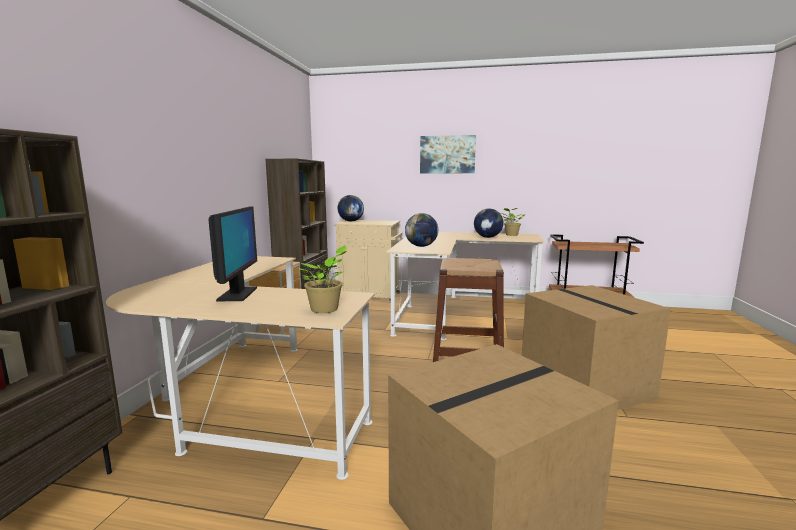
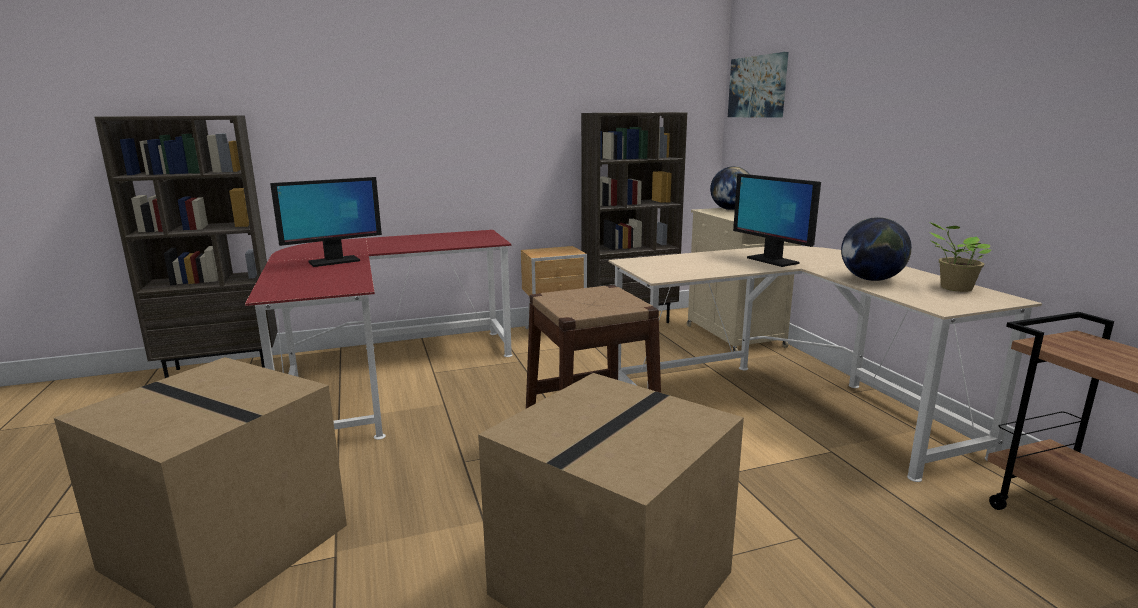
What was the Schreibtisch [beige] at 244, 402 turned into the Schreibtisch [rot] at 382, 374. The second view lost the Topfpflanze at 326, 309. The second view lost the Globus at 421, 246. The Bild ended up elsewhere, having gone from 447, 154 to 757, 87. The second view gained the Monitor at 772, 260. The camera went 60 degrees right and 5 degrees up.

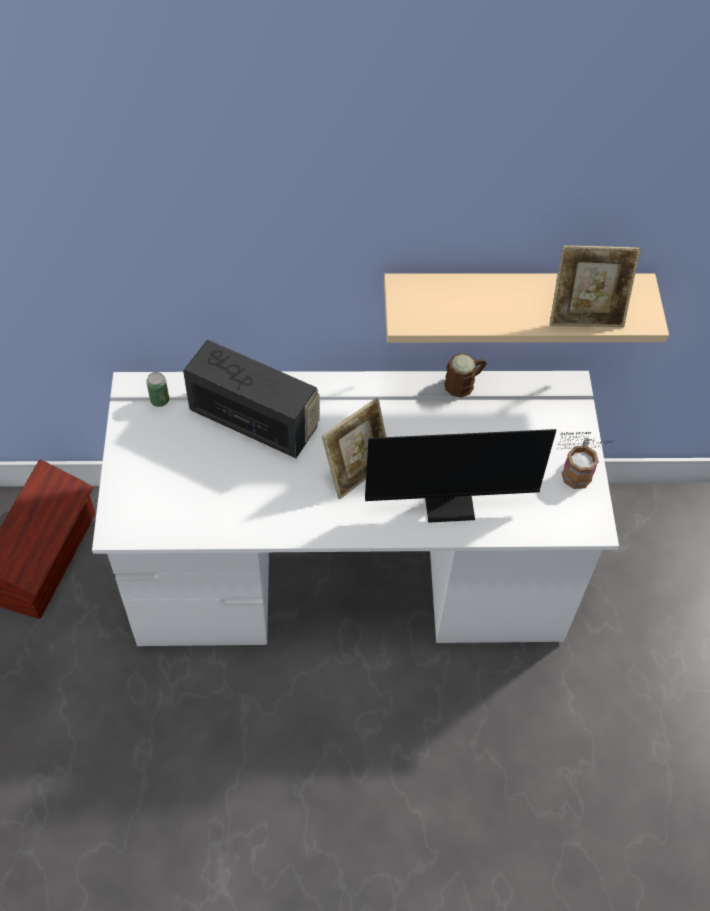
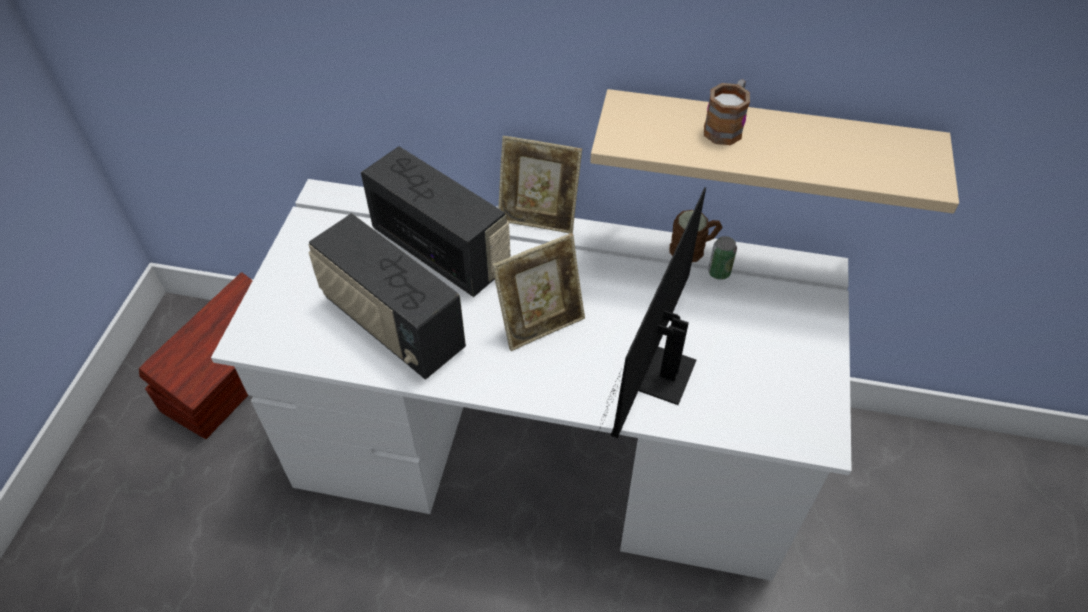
The Dose ended up elsewhere, having gone from 159, 400 to 719, 272. The Monitor at 458, 502 ended up facing another way, 105 degrees clockwise from before. The Bilderrahmen ended up elsewhere, having gone from 585, 315 to 538, 217. The Henkelbecher ended up elsewhere, having gone from 577, 471 to 726, 127. The second view gained the Radio at 392, 325. The camera went 15 degrees right and 5 degrees down.

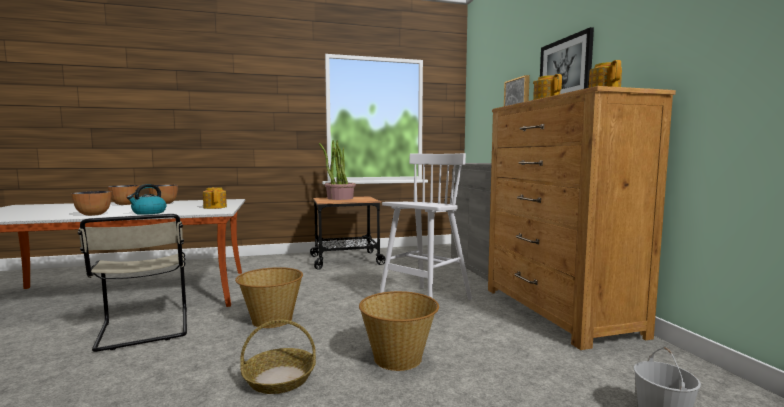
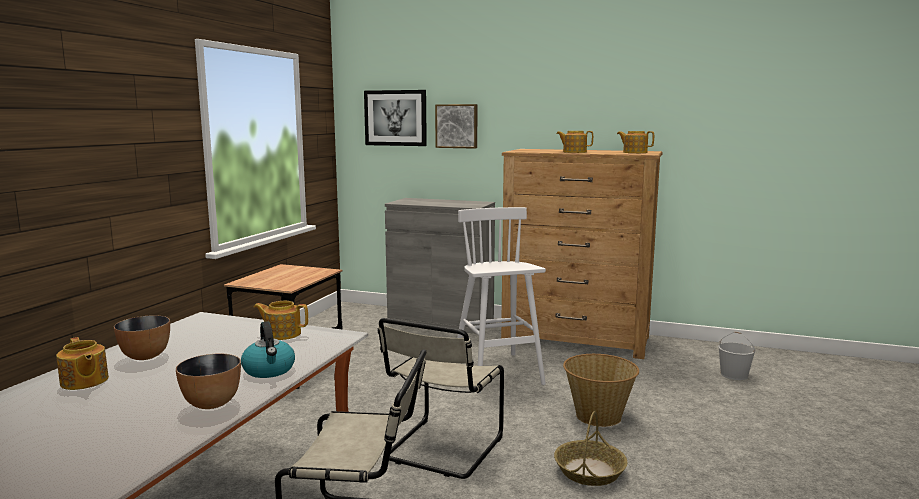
Where the Schüssel stood at 125, 204, the Teekanne came to stand at 84, 381. Where the Korb stood at 271, 320, the Stuhl [beige] came to stand at 441, 450. The second view lost the Topfpflanze at 339, 198. The Bild ended up elsewhere, having gone from 565, 69 to 395, 118. The camera went 55 degrees left and 5 degrees up.

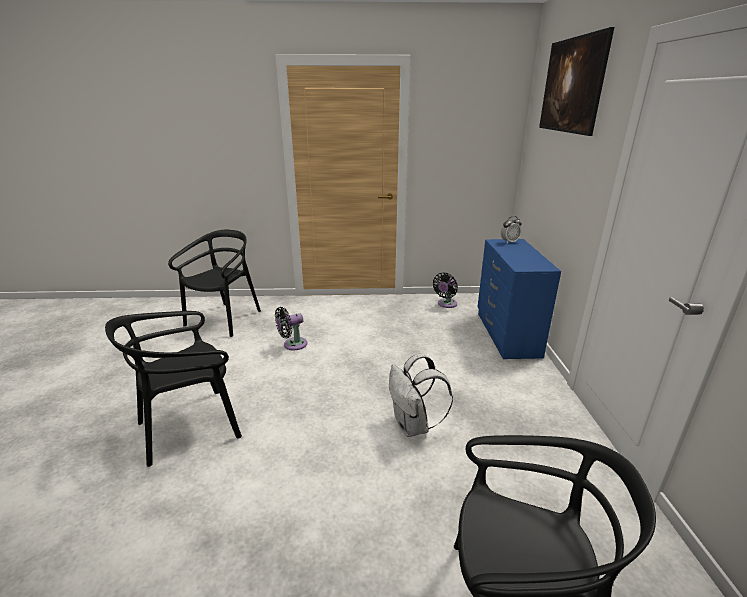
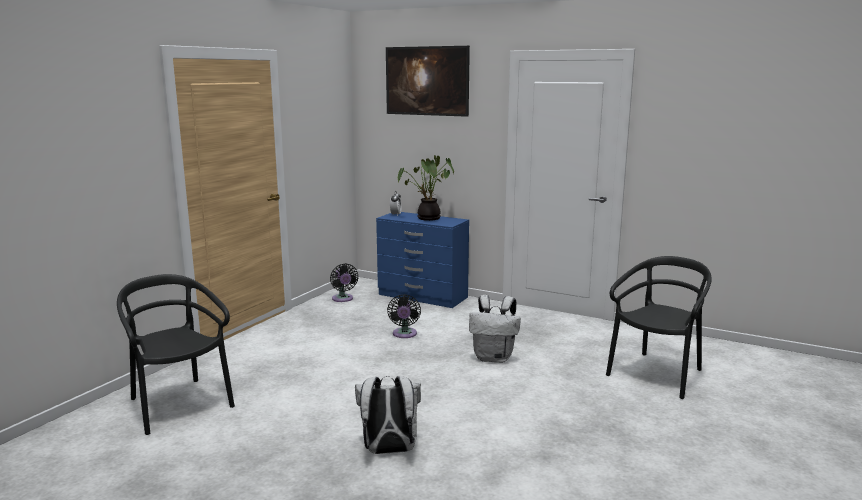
Where the Stuhl [schwarz] stood at 190, 427, the Rucksack [weiß] came to stand at 389, 451. The Ventilator [schwarz] ended up elsewhere, having gone from 292, 345 to 404, 334. The second view gained the Topfpflanze at 427, 218. The camera went 60 degrees left and 10 degrees down.

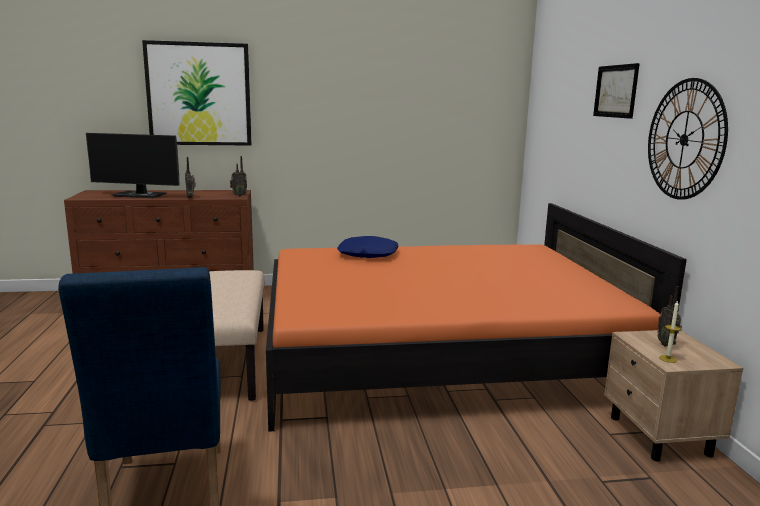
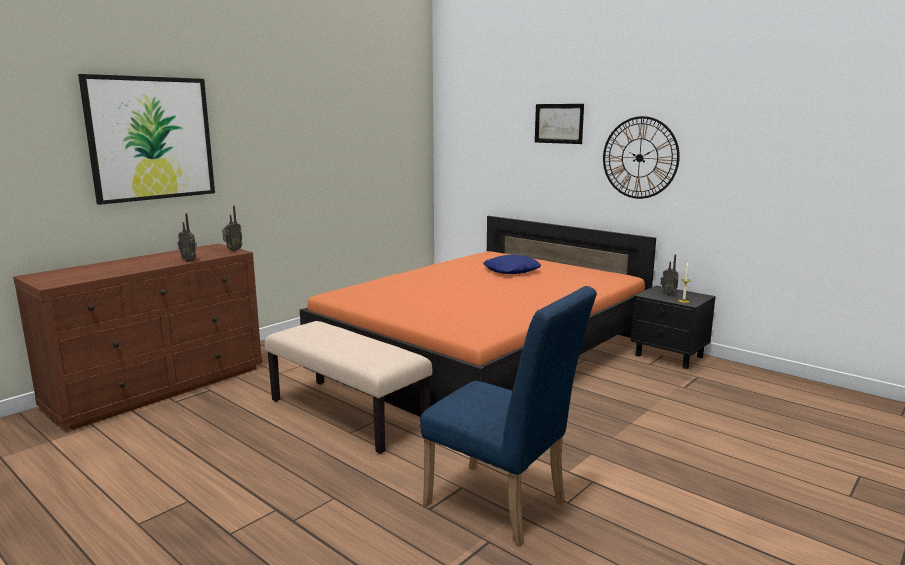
The second view lost the Monitor at 141, 195. The Kissen [blau] ended up elsewhere, having gone from 367, 254 to 512, 271. What was the Nachttisch [beige] at 659, 436 turned into the Nachttisch [schwarz] at 669, 356. The camera went 40 degrees left and 0 degrees up.

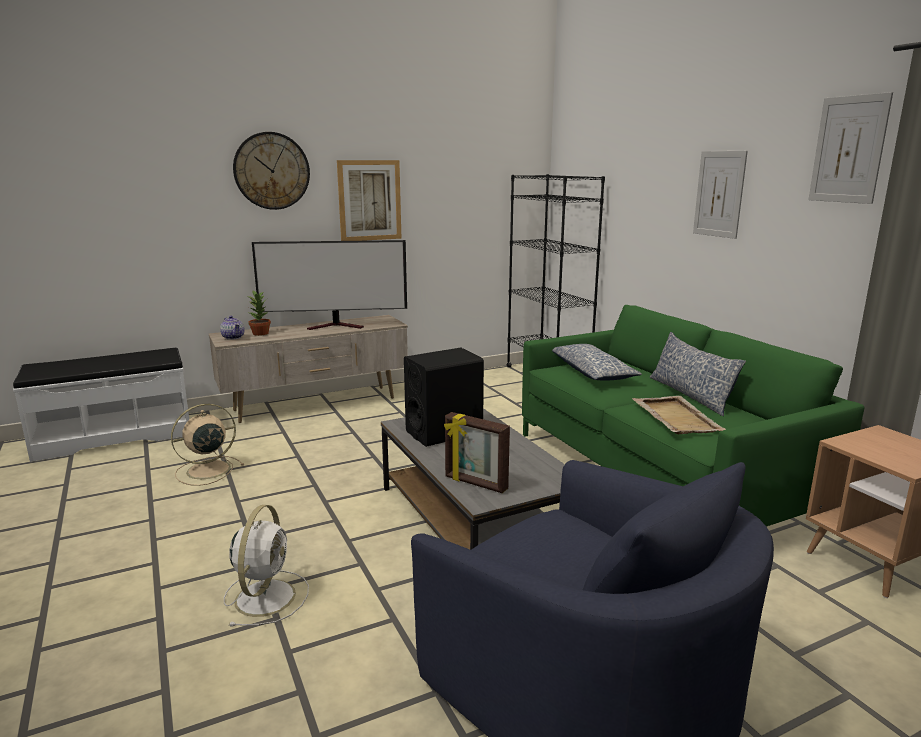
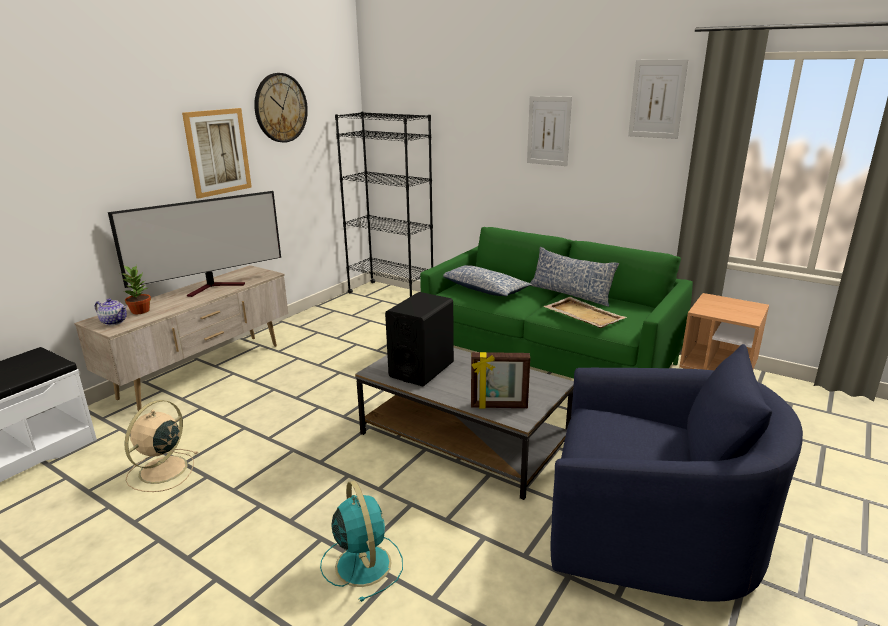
What was the Ventilator [weiß] at 266, 596 turned into the Ventilator [türkis] at 362, 563. The Wanduhr ended up elsewhere, having gone from 271, 171 to 280, 108. The camera went 30 degrees left and 5 degrees up.

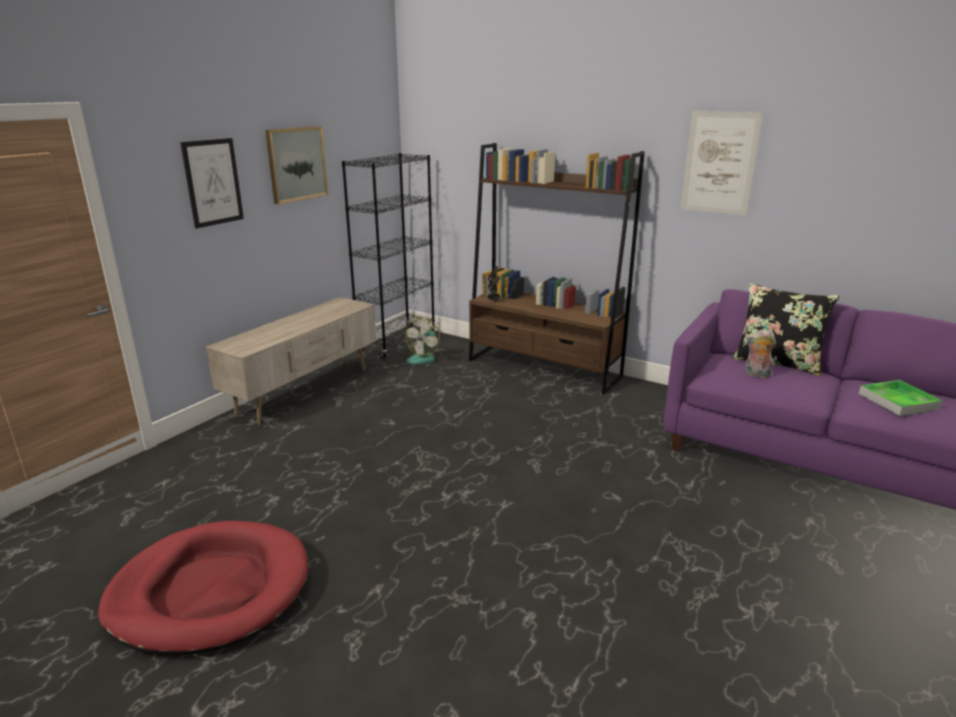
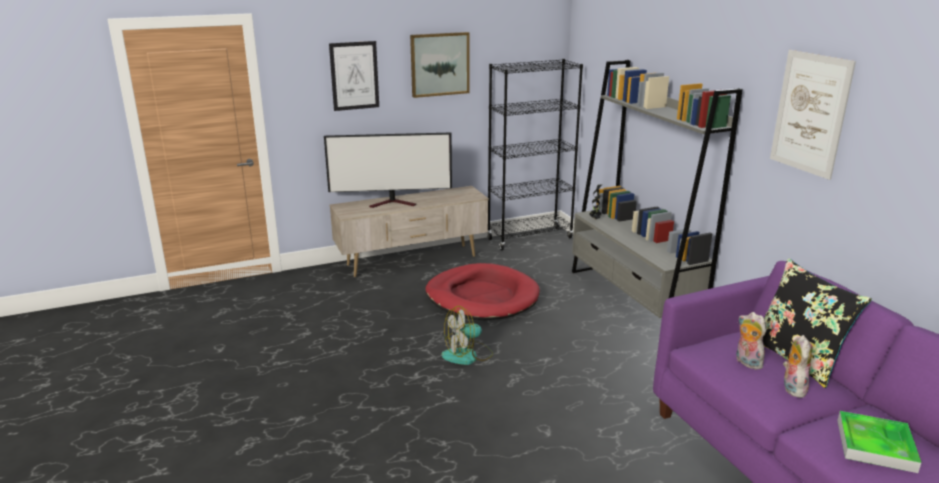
The Hundebett [rot] ended up elsewhere, having gone from 210, 591 to 482, 297. The Ventilator ended up elsewhere, having gone from 425, 358 to 467, 355. What was the Bücherregal [braun] at 544, 368 turned into the Bücherregal [grau] at 633, 299. The second view gained the Fernseher at 394, 203. The second view gained the Plüschtier at 792, 388. The camera went 35 degrees right and 0 degrees up.

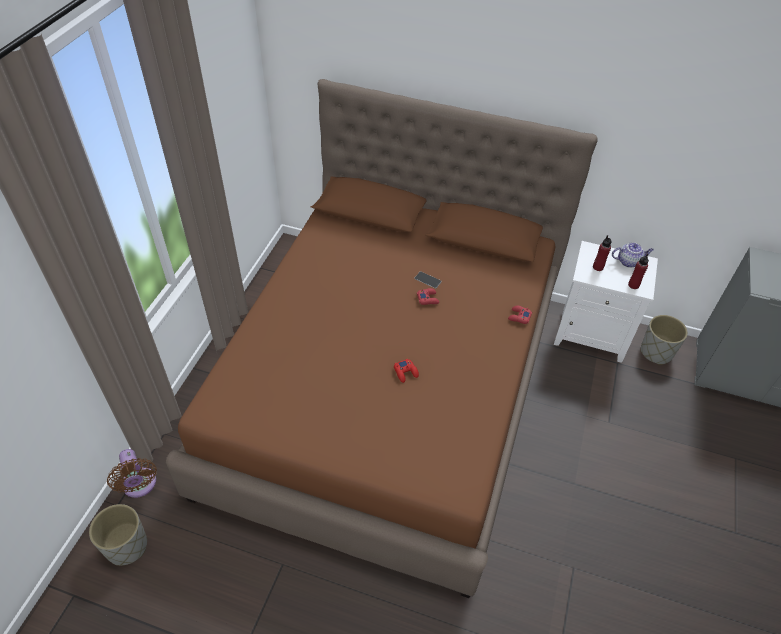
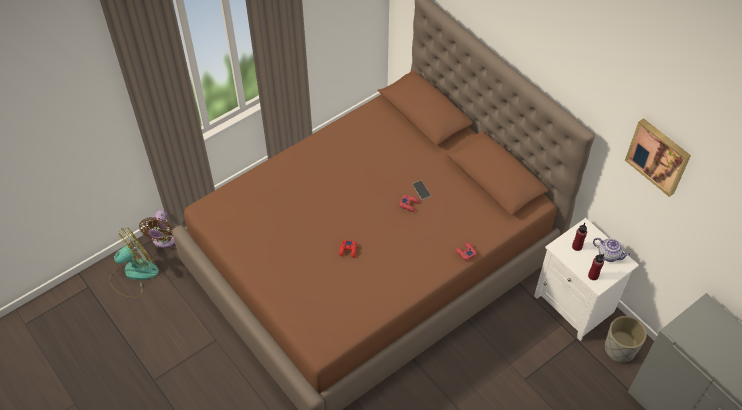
Where the Pflanzkübel [grau] stood at 126, 546, the Ventilator came to stand at 133, 274. The second view gained the Bild at 659, 156. The camera went 35 degrees right and 5 degrees up.

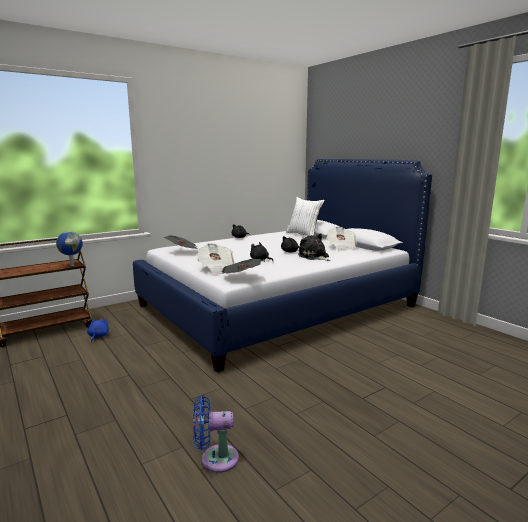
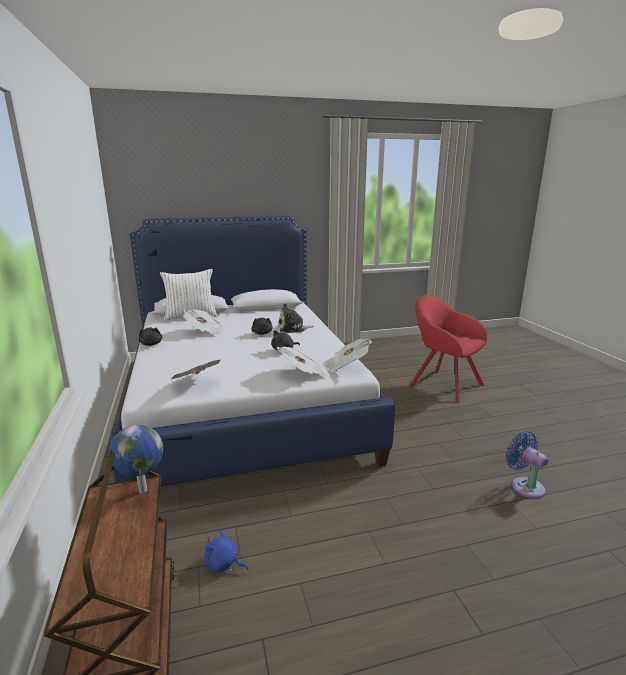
The Ventilator [blau] at 215, 459 ended up facing another way, 135 degrees clockwise from before. The Zeitung ended up elsewhere, having gone from 341, 247 to 204, 331. The second view gained the Sessel [rot] at 443, 383. The camera went 70 degrees left and 5 degrees up.

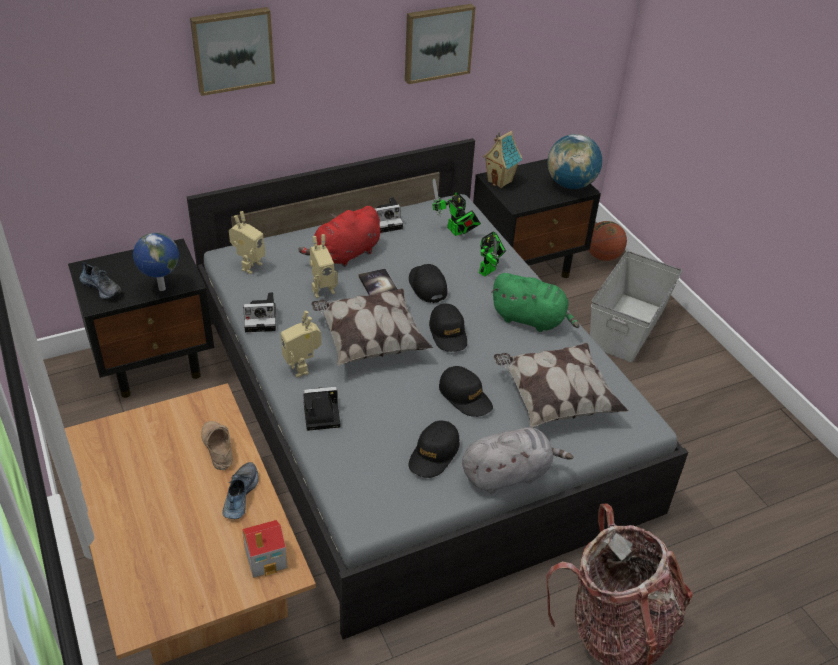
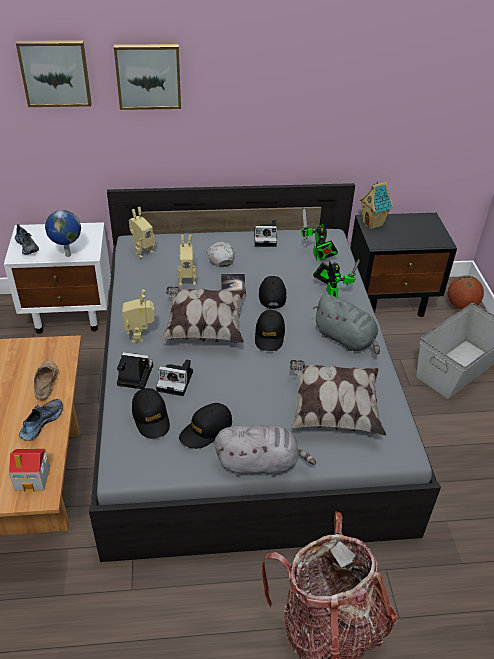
What was the Nachttisch [schwarz] at 155, 363 turned into the Nachttisch [weiß] at 71, 313. The Kamera ended up elsewhere, having gone from 262, 318 to 176, 381. Where the Plüschtier [rot] stood at 345, 255, the Kappe [weiß] came to stand at 220, 258. The Bild ended up elsewhere, having gone from 437, 42 to 55, 73. The Kappe [schwarz] ended up elsewhere, having gone from 465, 397 to 151, 417. The Spielzeugroboter at 489, 269 ended up facing another way, 75 degrees counterclockwise from before. What was the Plüschtier [grün] at 531, 320 turned into the Plüschtier [grau] at 346, 339. The second view lost the Globus at 570, 185. The camera went 20 degrees right and 0 degrees up.

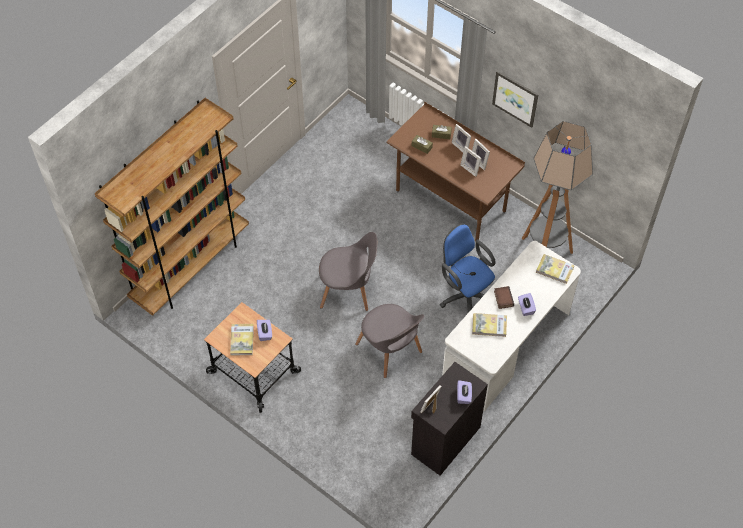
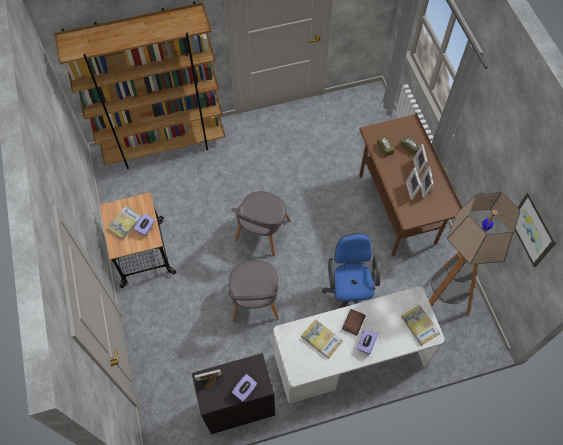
The Stuhl [grau] at 348, 290 ended up facing another way, 75 degrees clockwise from before. The Bild ended up elsewhere, having gone from 515, 98 to 533, 229. The camera went 35 degrees right and 5 degrees up.

